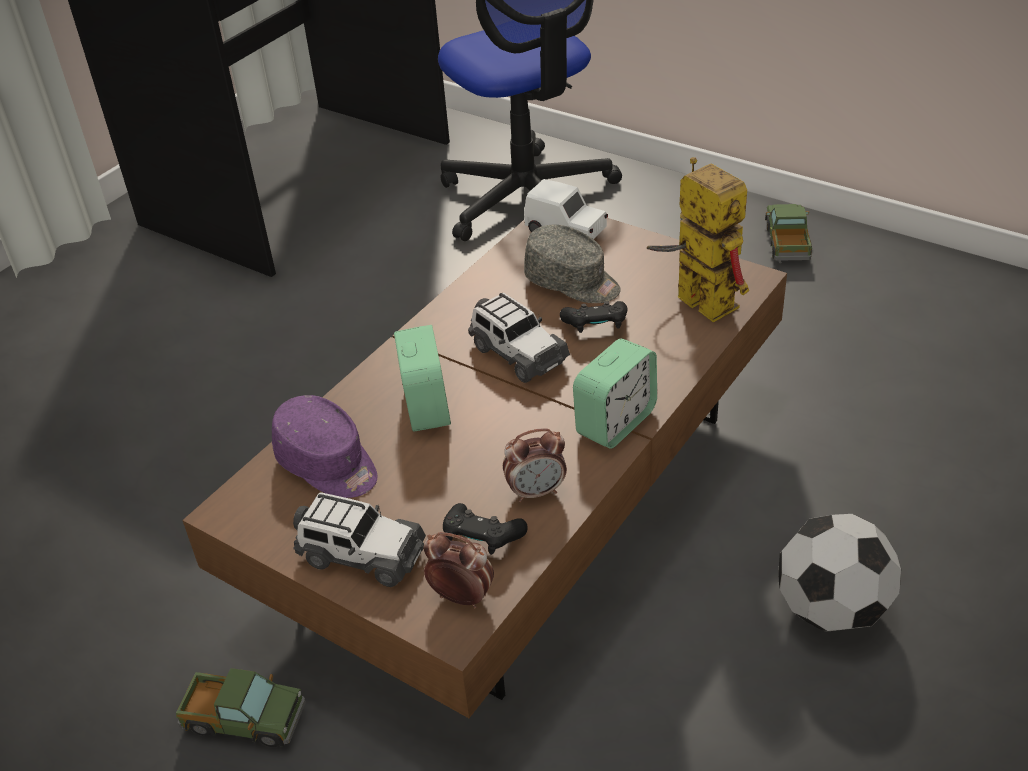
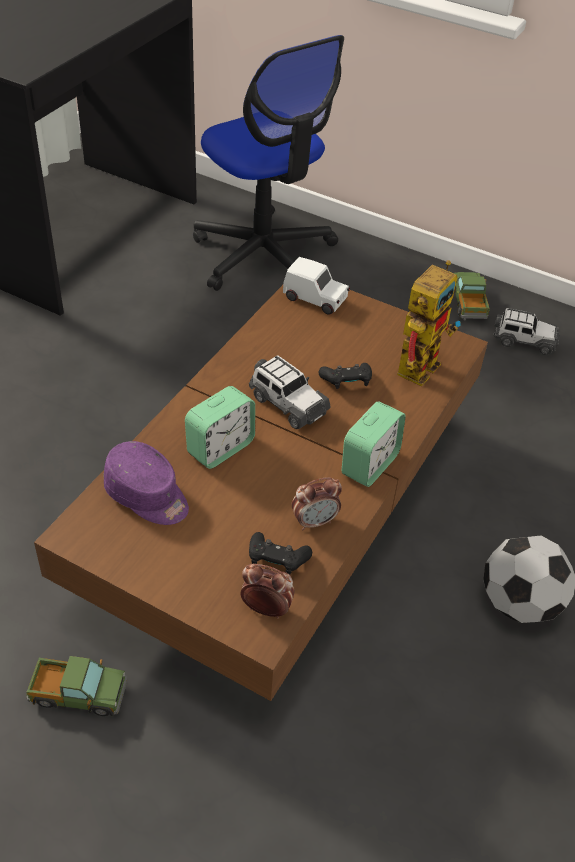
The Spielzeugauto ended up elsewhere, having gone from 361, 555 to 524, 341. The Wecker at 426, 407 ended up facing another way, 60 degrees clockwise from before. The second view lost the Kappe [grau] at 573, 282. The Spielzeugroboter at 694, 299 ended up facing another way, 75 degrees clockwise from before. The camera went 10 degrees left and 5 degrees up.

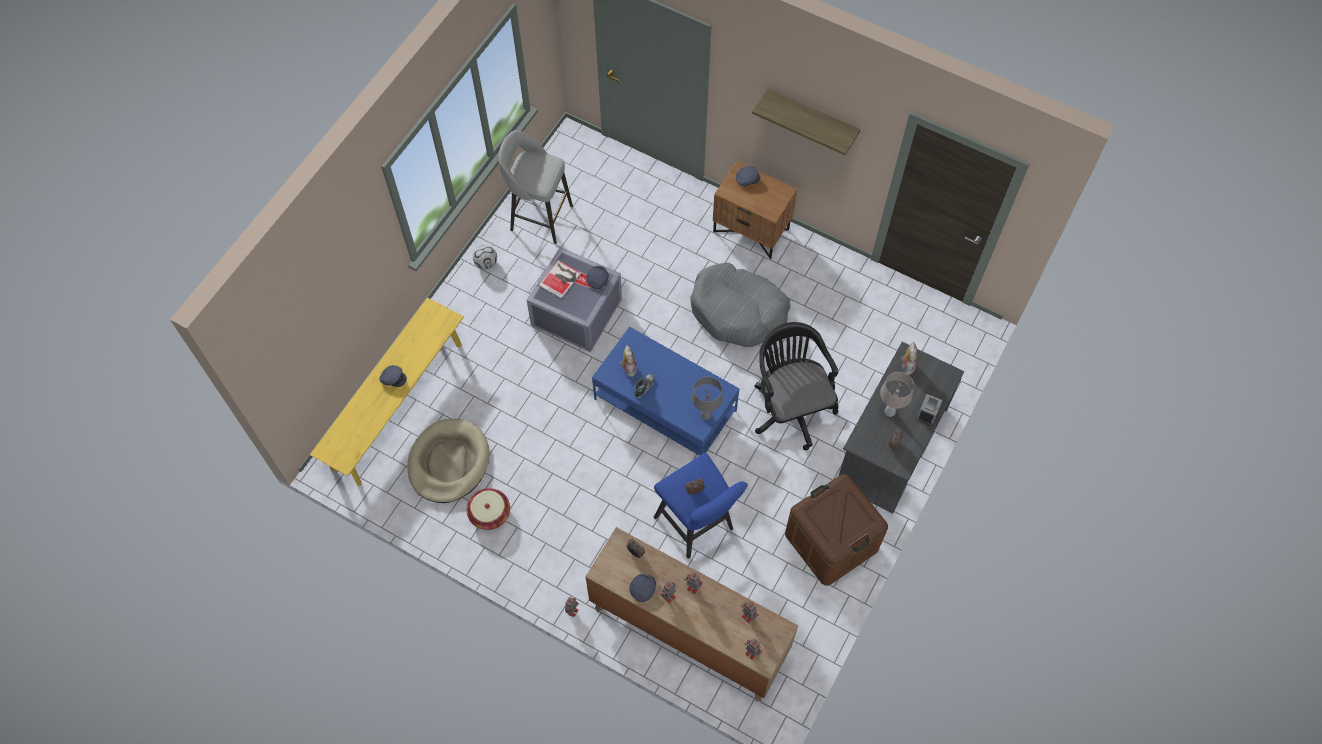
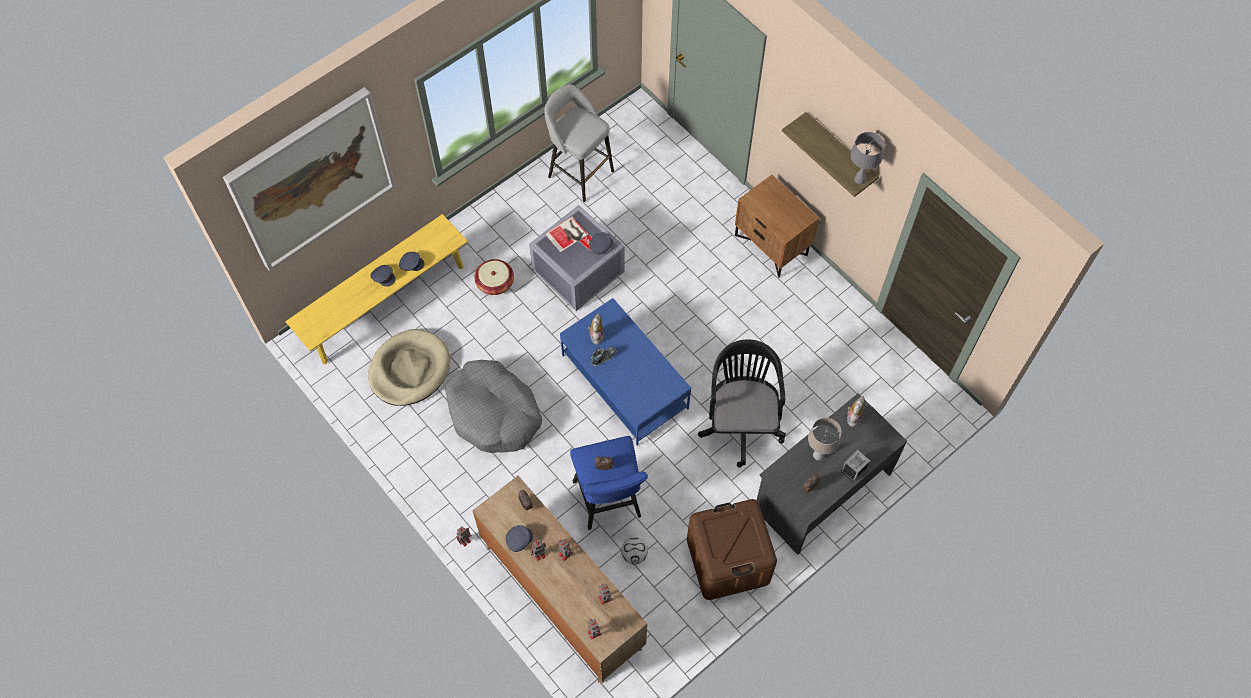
The Korb ended up elsewhere, having gone from 489, 513 to 495, 283. The Fußball ended up elsewhere, having gone from 486, 263 to 634, 554. The Hundebett [grau] ended up elsewhere, having gone from 738, 312 to 494, 413. The Tischlampe [grau] ended up elsewhere, having gone from 705, 415 to 859, 179. The Kappe [grau] ended up elsewhere, having gone from 747, 178 to 411, 264. The second view gained the Bild at 312, 179. The camera went 20 degrees right and 0 degrees up.

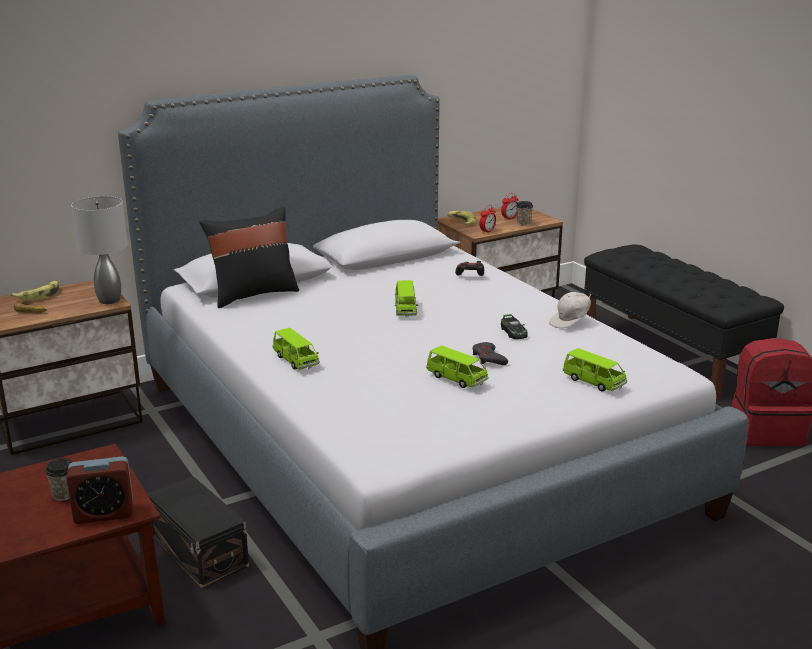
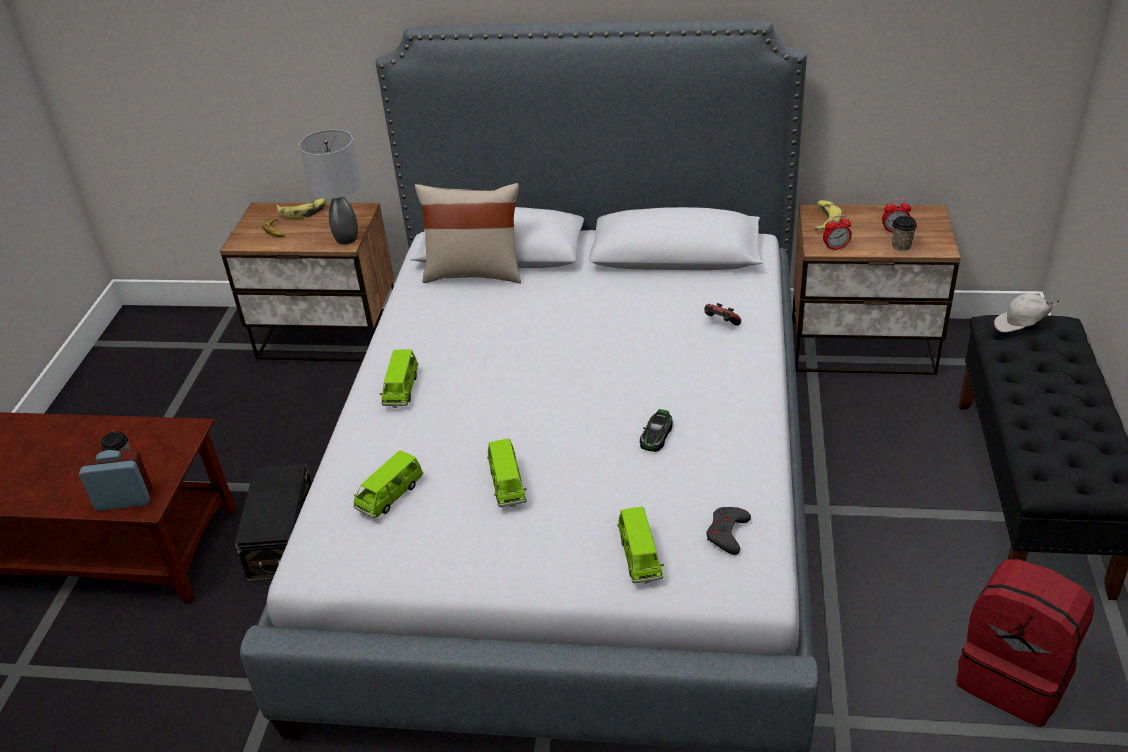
The Wecker at 104, 514 ended up facing another way, 150 degrees clockwise from before. What was the Kissen [schwarz] at 253, 294 turned into the Kissen [beige] at 474, 273. The Spielzeugauto [grün] ended up elsewhere, having gone from 405, 309 to 390, 496. The Gamepad [grau] ended up elsewhere, having gone from 488, 358 to 727, 533. The Kappe [weiß] ended up elsewhere, having gone from 571, 322 to 1021, 326. The camera went 40 degrees right and 15 degrees up.

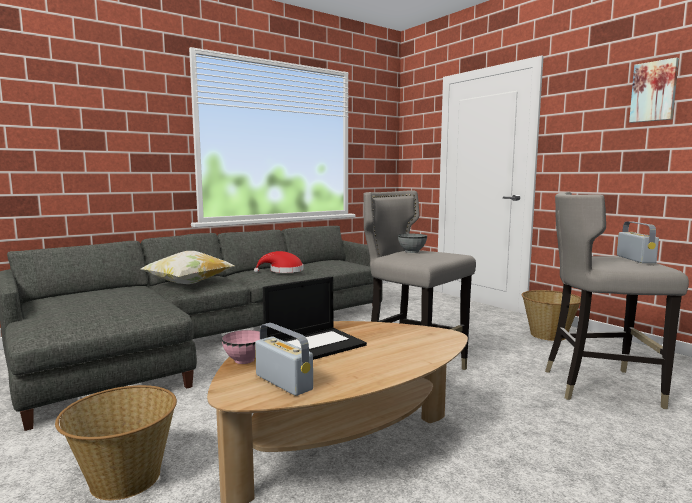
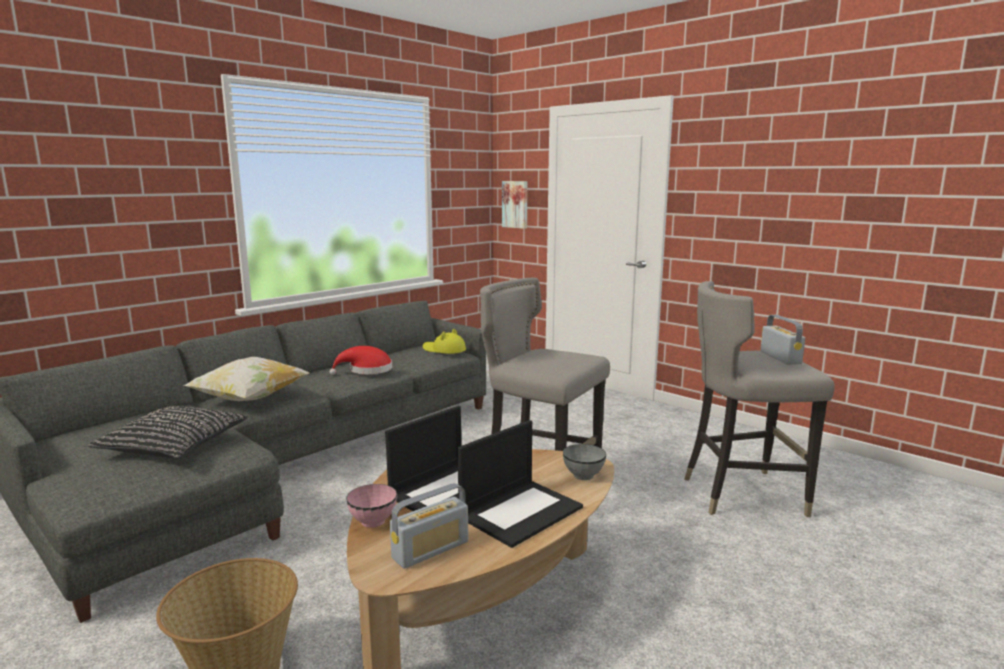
The Radio at 283, 382 ended up facing another way, 105 degrees clockwise from before. The Schüssel [grau] ended up elsewhere, having gone from 412, 251 to 583, 475. The second view lost the Korb at 548, 335. The Bild ended up elsewhere, having gone from 654, 91 to 516, 204. The second view gained the Kissen [schwarz] at 174, 444. The second view gained the Hut [gelb] at 444, 350. The second view gained the Laptop at 521, 511. The camera went 10 degrees left and 5 degrees up.

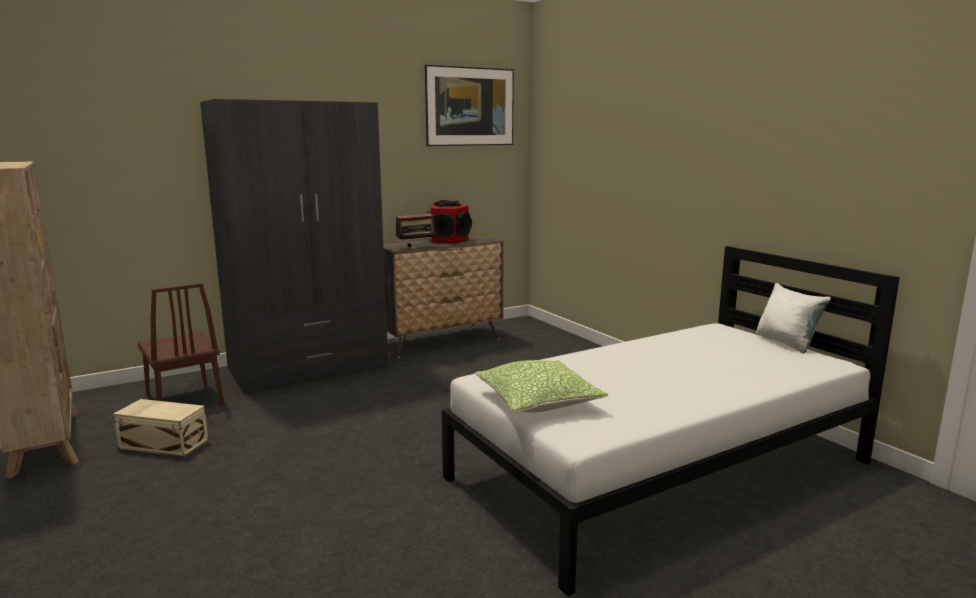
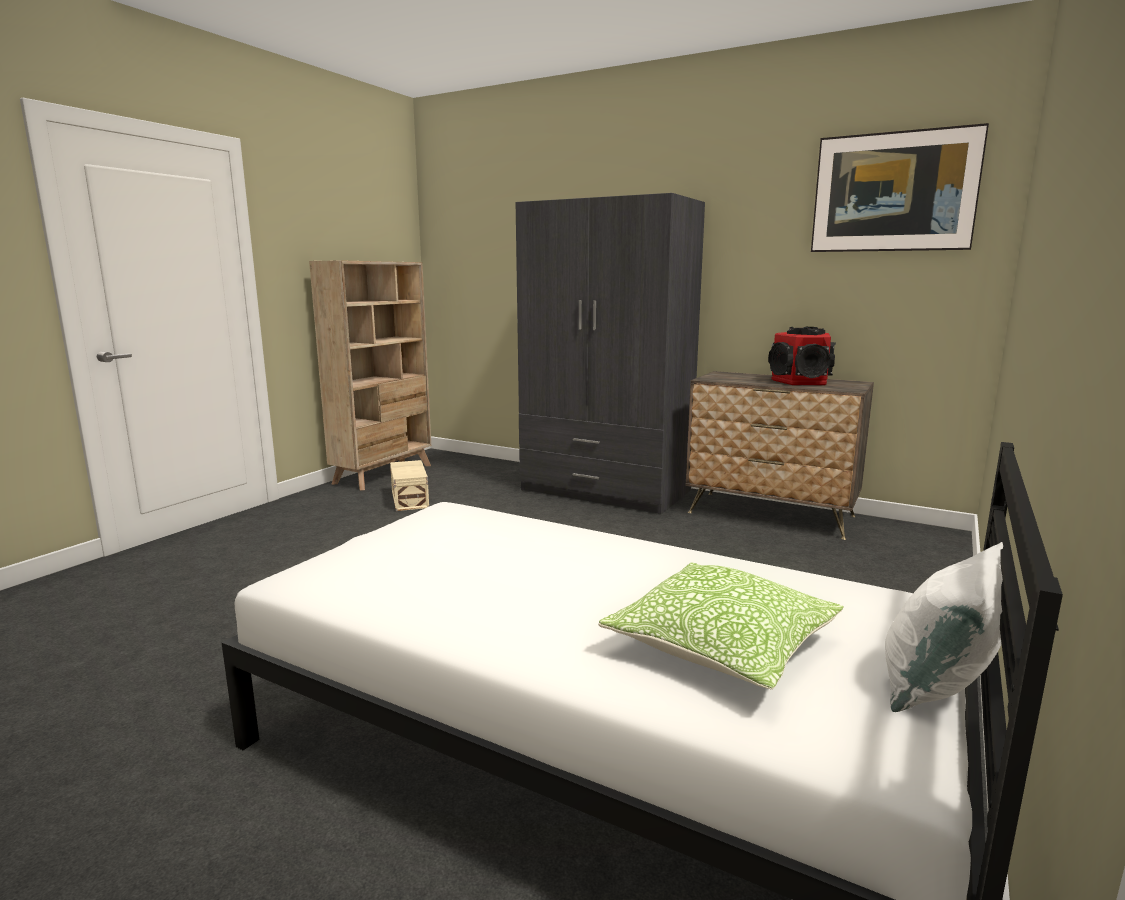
The second view lost the Stuhl [braun] at 184, 399. The second view lost the Radio at 416, 247. The Kissen ended up elsewhere, having gone from 538, 401 to 721, 645. The camera went 60 degrees right and 0 degrees up.

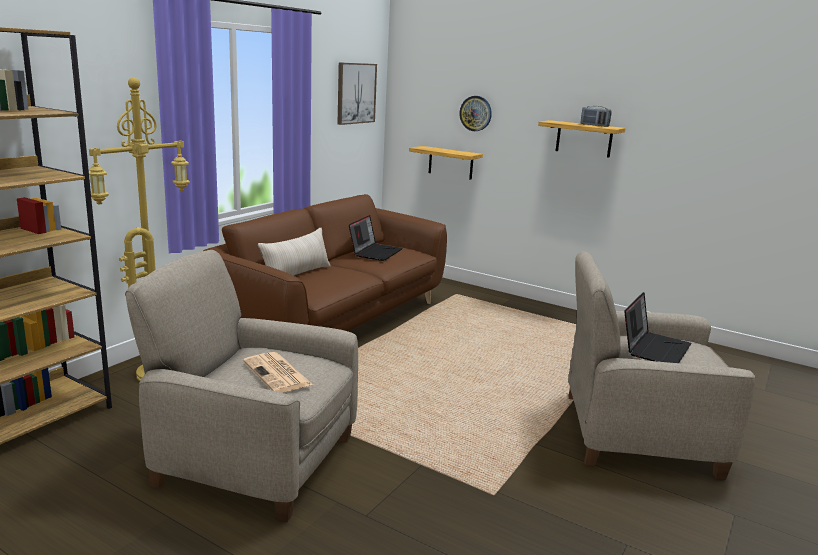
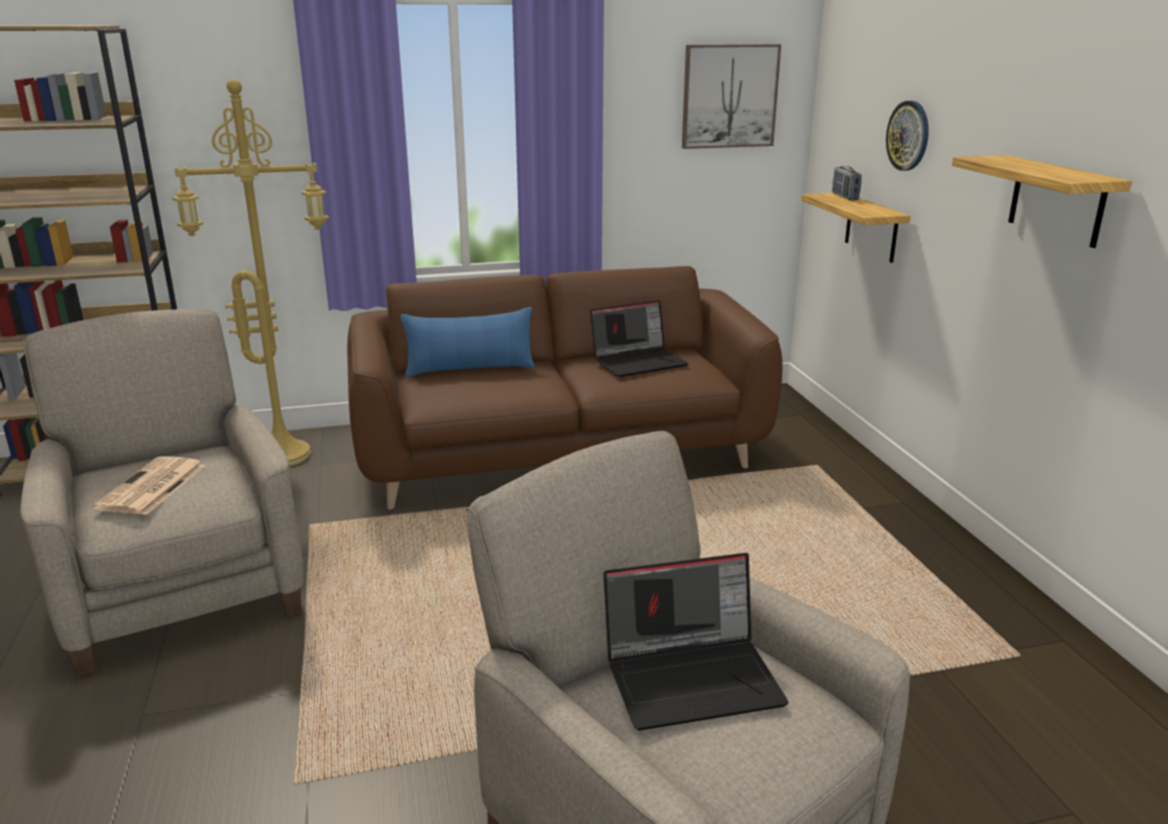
What was the Kissen [beige] at 296, 274 turned into the Kissen [blau] at 470, 369. The Radio ended up elsewhere, having gone from 594, 125 to 844, 197. The camera went 45 degrees right and 5 degrees up.

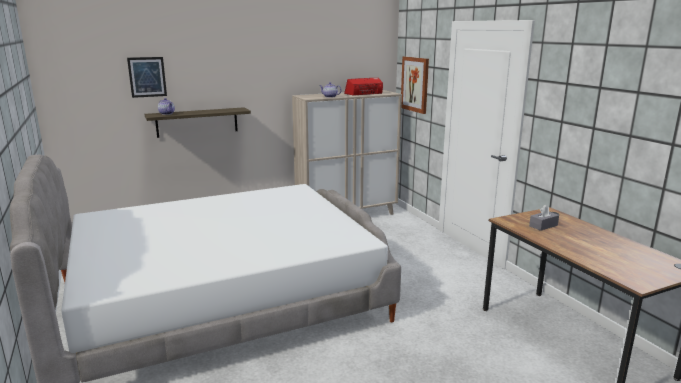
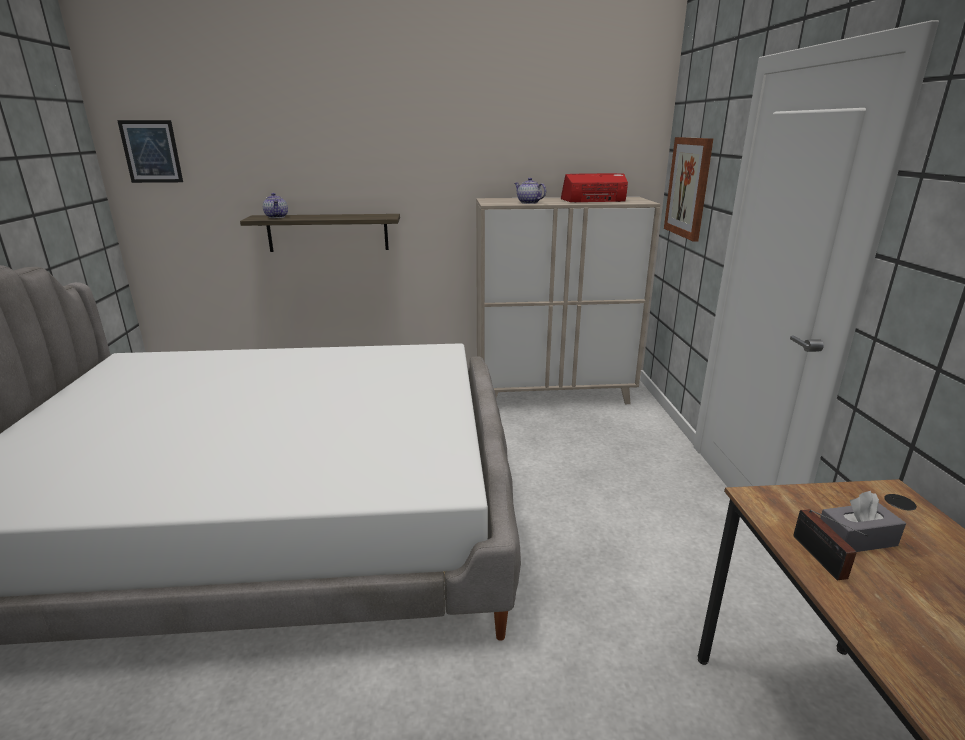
The Bild ended up elsewhere, having gone from 147, 77 to 151, 151. The second view gained the Radio at 821, 559. The camera went 20 degrees right and 5 degrees up.

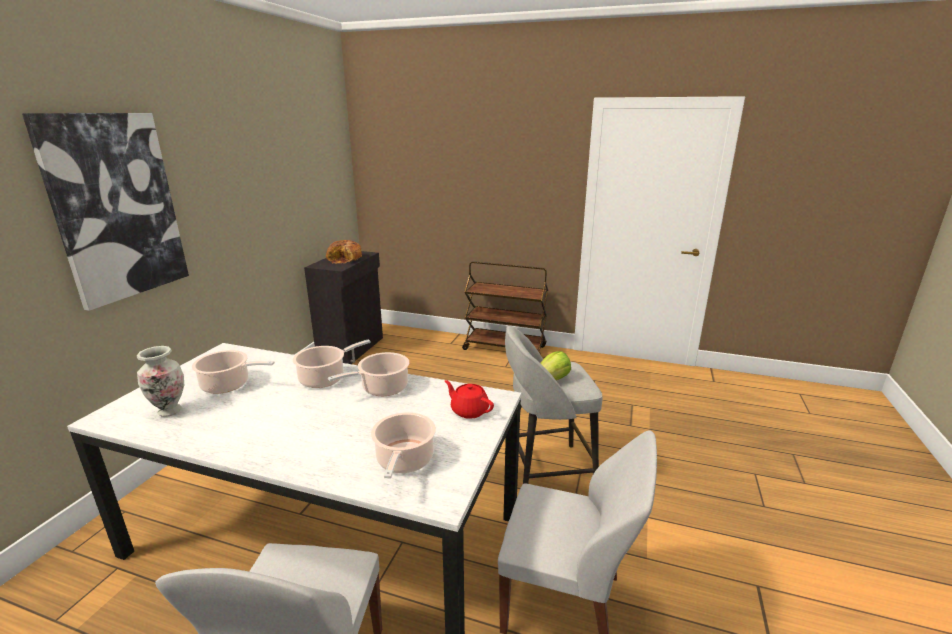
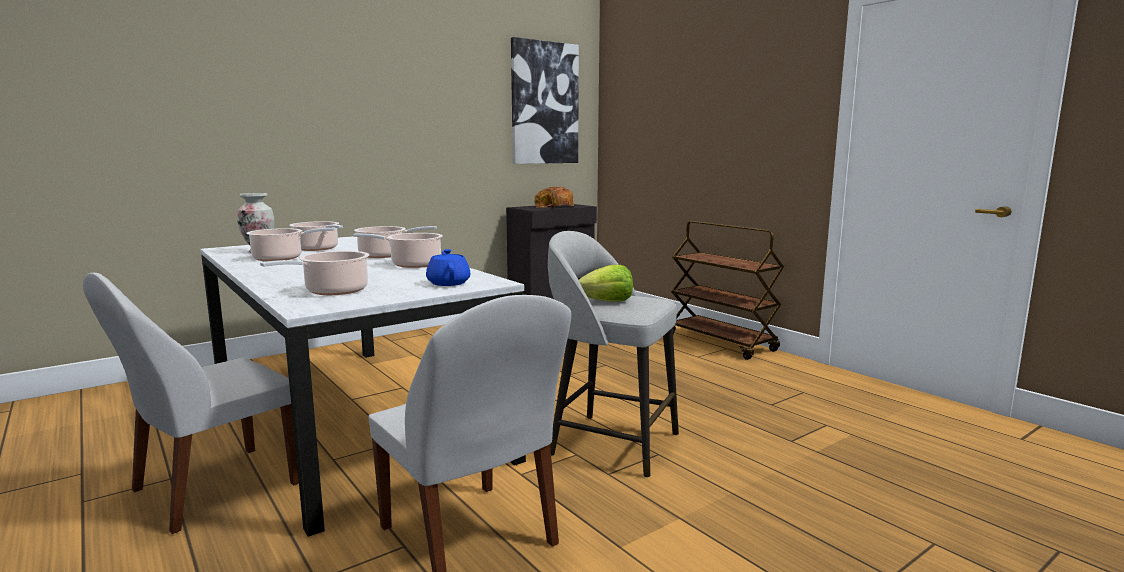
The Bild ended up elsewhere, having gone from 116, 207 to 544, 103. What was the Teekanne [rot] at 469, 410 turned into the Teekanne [blau] at 448, 283. The second view gained the Kochtopf at 281, 258. The camera went 35 degrees right and 10 degrees down.

